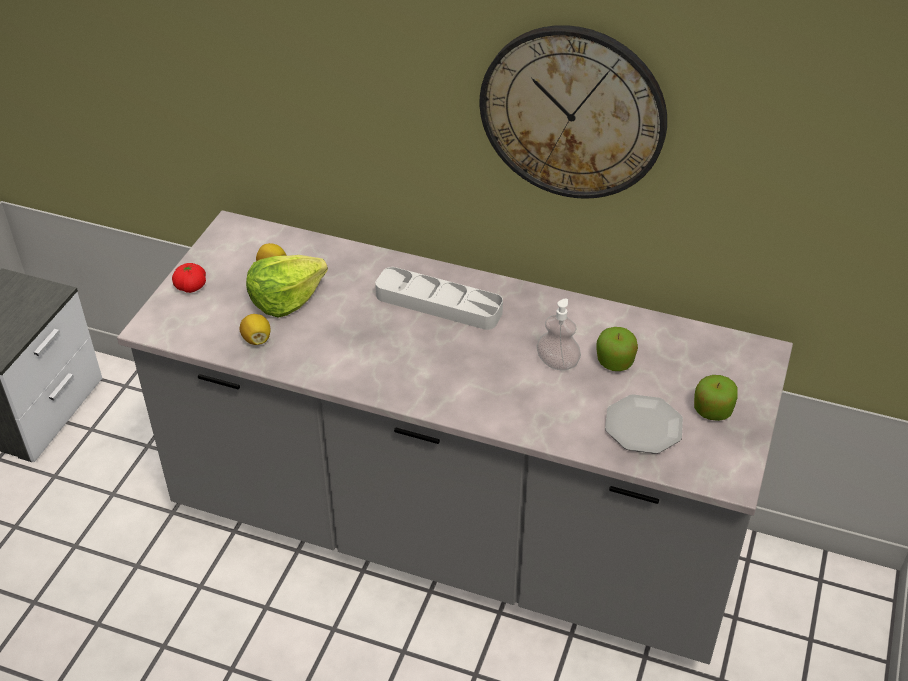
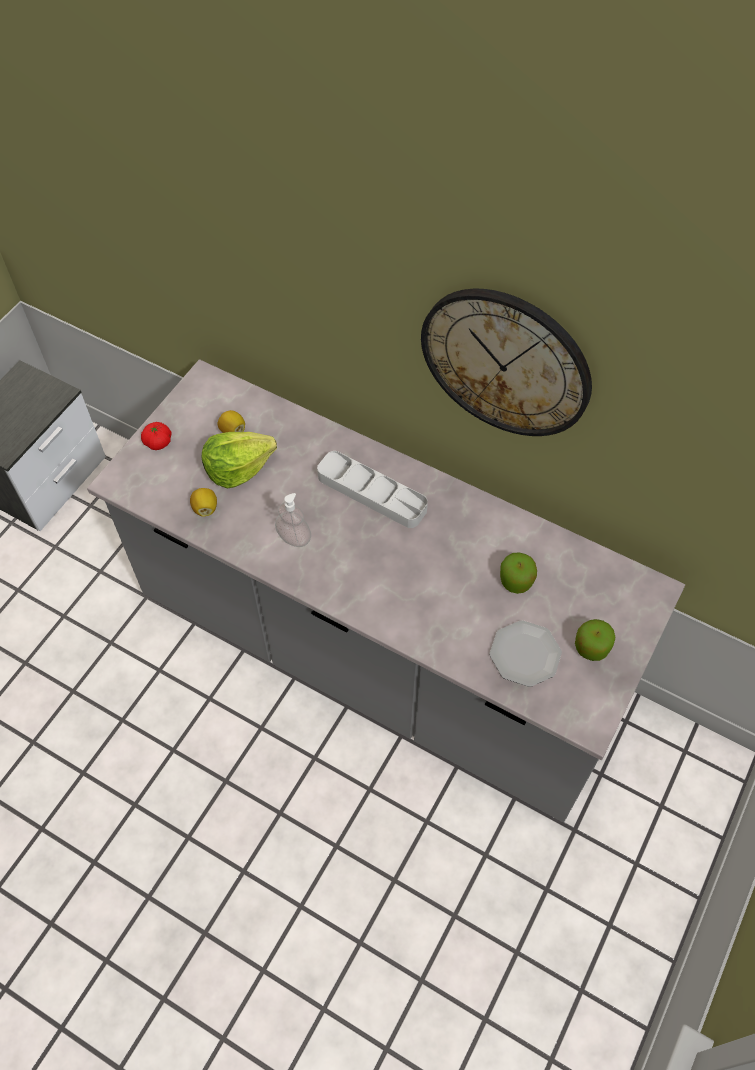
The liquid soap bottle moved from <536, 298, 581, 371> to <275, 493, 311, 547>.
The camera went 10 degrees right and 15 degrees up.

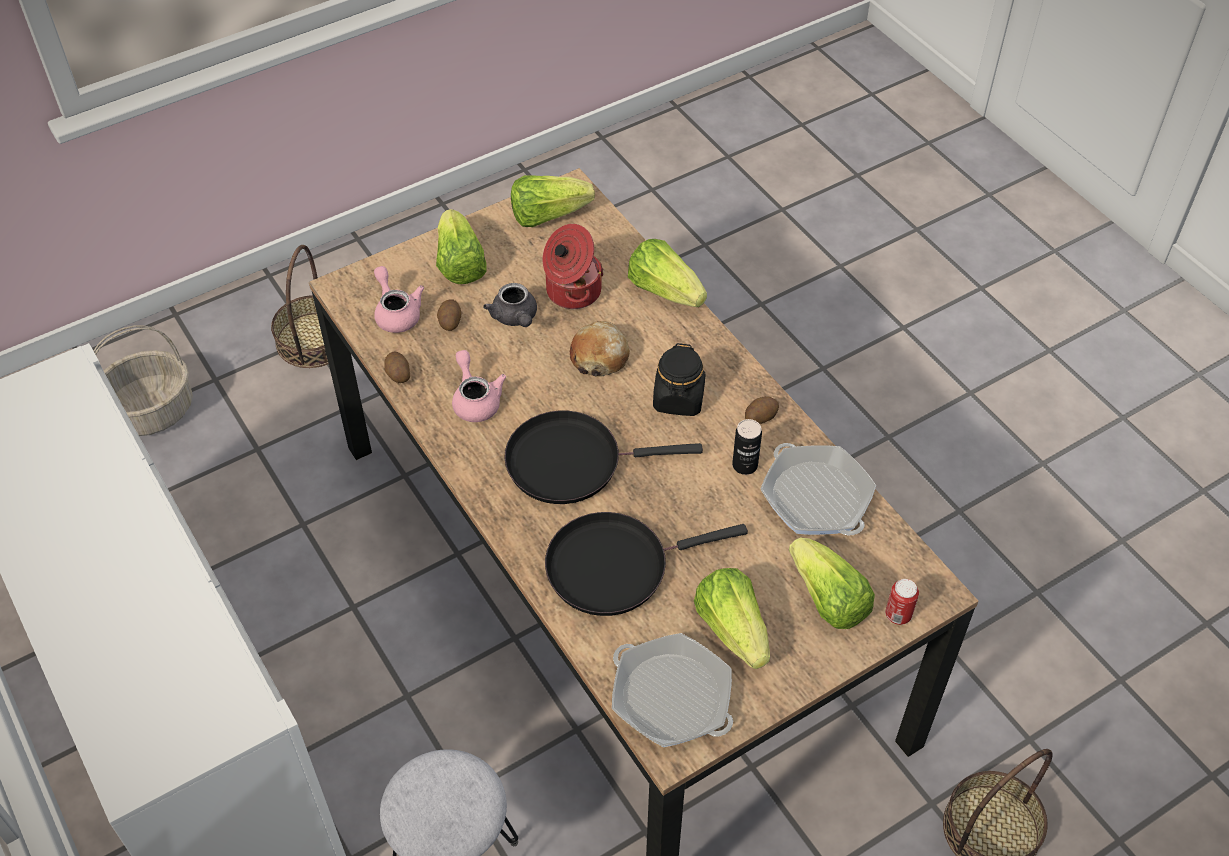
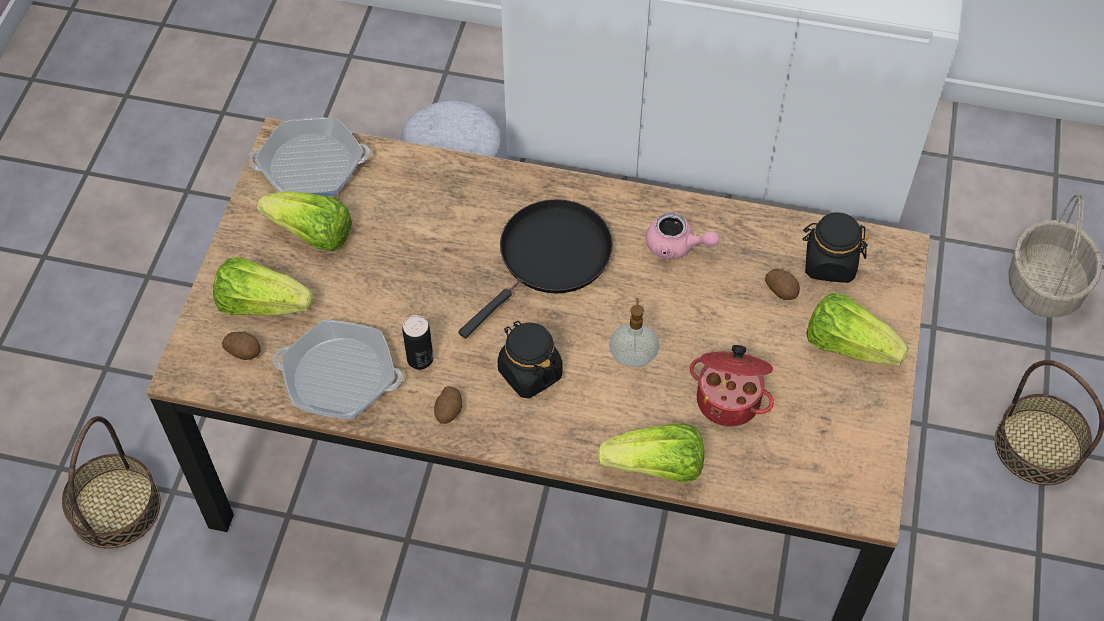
The potato moved from <384, 351, 410, 383> to <222, 332, 261, 360>.
The bread at <570, 321, 630, 376> was replaced by the liquid soap bottle at <609, 298, 659, 367>.
The teapot (pinkish) at <374, 266, 424, 333> was replaced by the storage jar (black-coloured) at <803, 212, 869, 283>.
The teapot (grey) at <483, 283, 537, 327> disappeared.
The lettuce head at <511, 175, 595, 227> disappeared.
The pan (black-coloured) at <545, 512, 748, 616> disappeared.
The can at <885, 579, 919, 625> disappeared.
The camera went 135 degrees right and 5 degrees up.

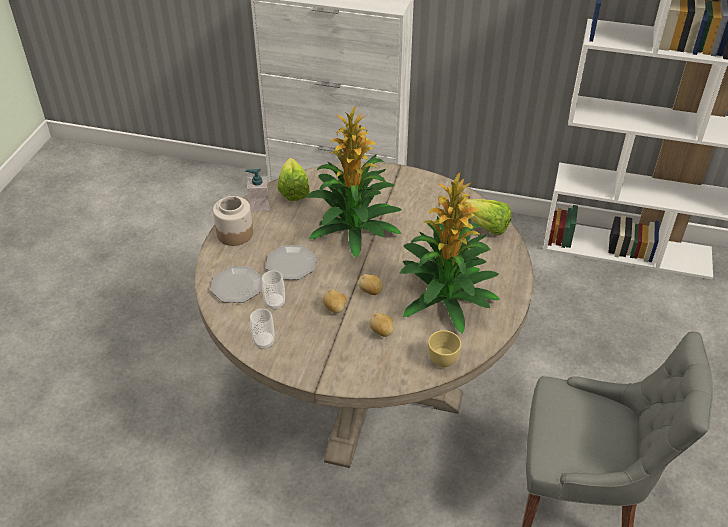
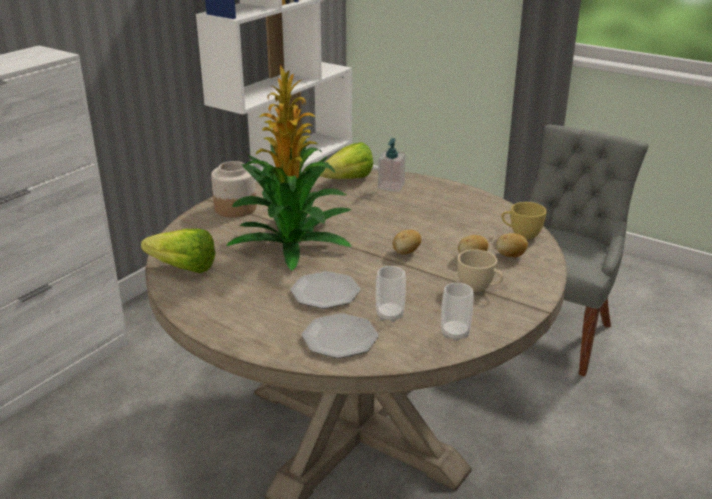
The storage jar moved from <213, 196, 253, 246> to <211, 161, 256, 218>.
The liquid soap bottle moved from <245, 169, 270, 211> to <378, 138, 406, 192>.
The cup (beige) at <457, 249, 503, 293> appeared.
The potato moved from <323, 289, 347, 314> to <496, 233, 528, 257>.
The potted plant at <400, 171, 500, 333> disappeared.
The camera went 70 degrees left and 15 degrees down.

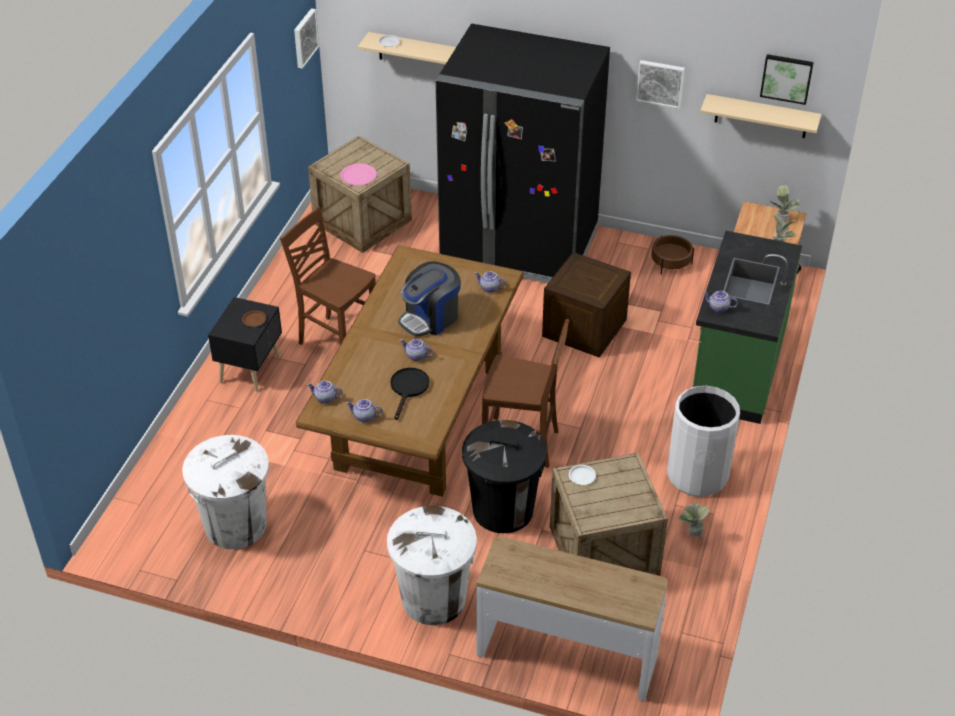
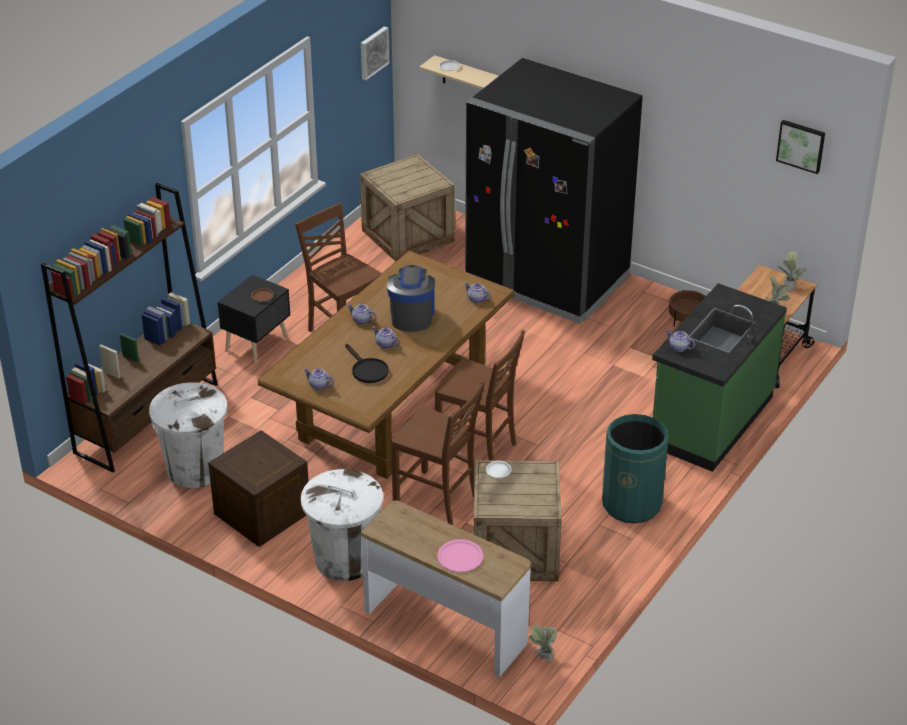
The shelving unit (brown) at <41, 183, 218, 472> appeared.
The shipping crate moved from <542, 252, 631, 358> to <208, 430, 309, 547>.
The pan (black-coloured) at <390, 368, 429, 420> turned 120 degrees clockwise.
The teapot moved from <307, 381, 343, 404> to <347, 304, 376, 325>.
The coffee machine at <398, 261, 461, 337> turned 120 degrees clockwise.
The trash can (black-coloured) at <462, 420, 547, 533> was replaced by the plain chair (brown) at <391, 381, 485, 525>.
The dinner plate (pinkish) moved from <340, 164, 377, 185> to <437, 539, 483, 572>.
The potted plant moved from <679, 504, 709, 539> to <529, 625, 557, 663>.
The trash can (whitish) at <667, 386, 740, 497> became the trash can (green-coloured) at <602, 414, 669, 523>.
The wall art at <636, 60, 685, 109> disappeared.
The bracket shelf (beige) at <700, 94, 821, 138> disappeared.
The camera went 15 degrees right and 5 degrees down.

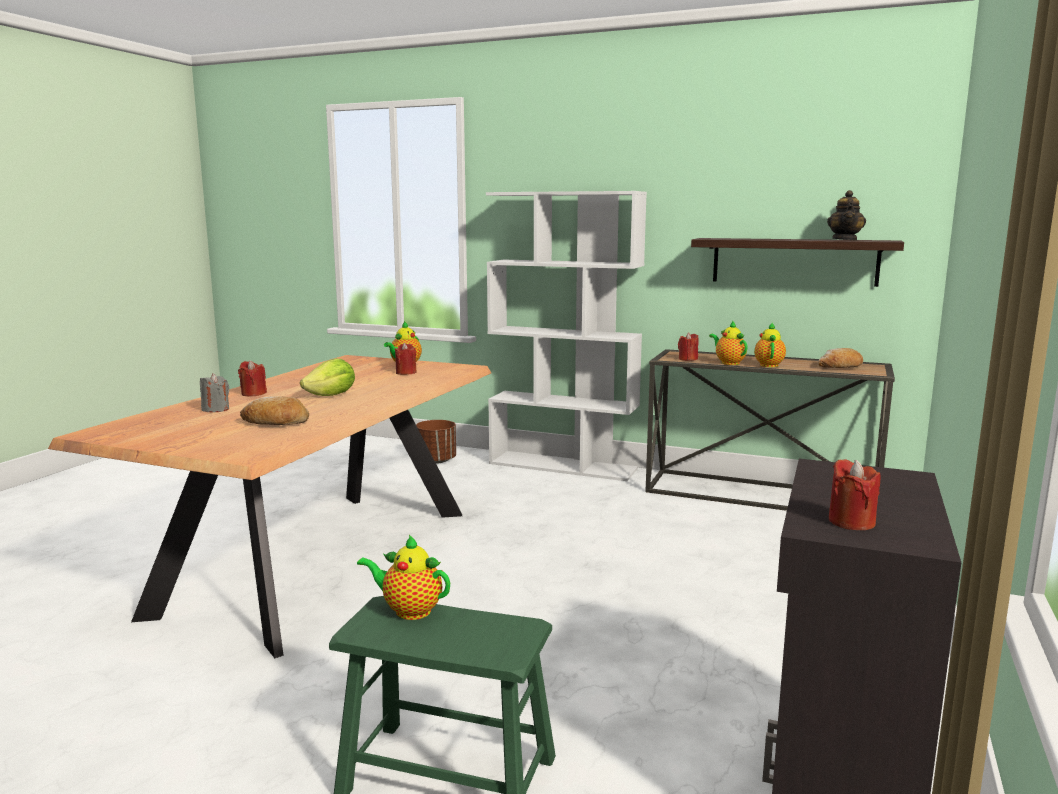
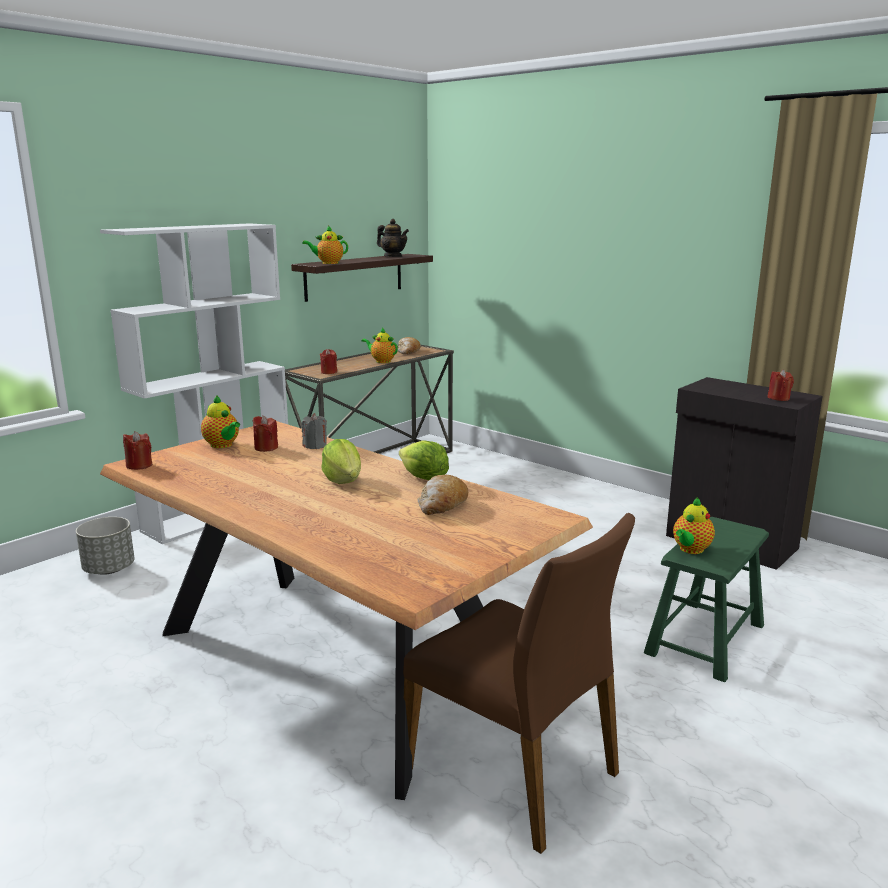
The flower pot (brown) at <416, 420, 456, 464> became the flower pot (grey) at <76, 517, 135, 575>.
The wax candle (reddish) moved from <238, 360, 267, 396> to <123, 431, 152, 470>.
The teapot moved from <709, 320, 748, 365> to <302, 226, 348, 264>.
The wax candle (grey) moved from <200, 373, 229, 412> to <302, 413, 327, 449>.
The lettuce head at <399, 440, 449, 480> appeared.
The plain chair (brown) at <403, 513, 635, 854> appeared.
The camera went 70 degrees left and 5 degrees up.

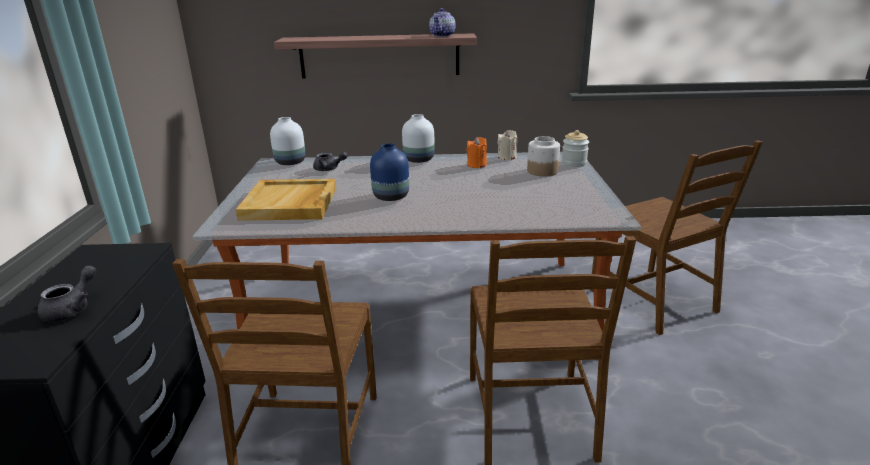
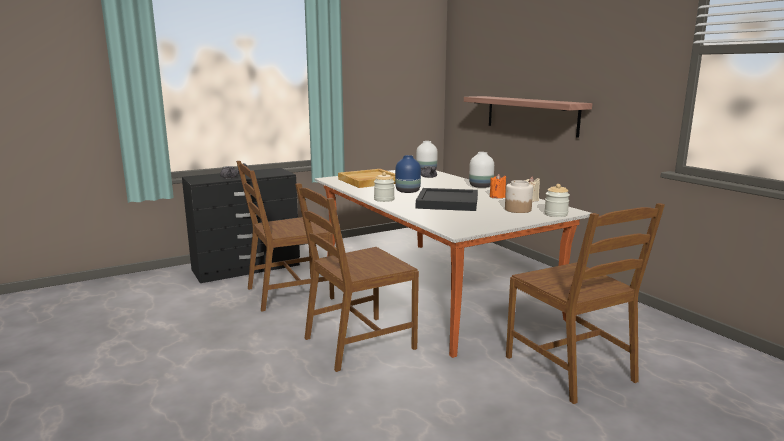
The storage jar at <374, 172, 395, 202> appeared.
The tray (black-coloured) at <416, 188, 478, 211> appeared.
The plain chair (brown) at <590, 140, 763, 335> turned 60 degrees counterclockwise.
The teapot at <429, 8, 456, 37> disappeared.
The camera went 60 degrees right and 10 degrees down.

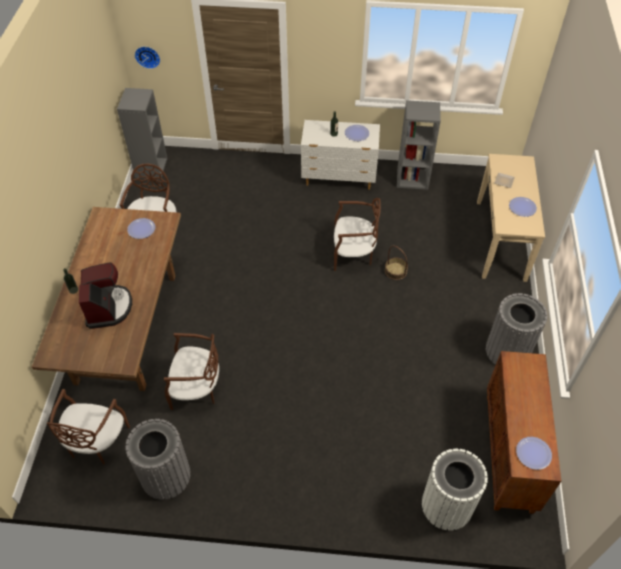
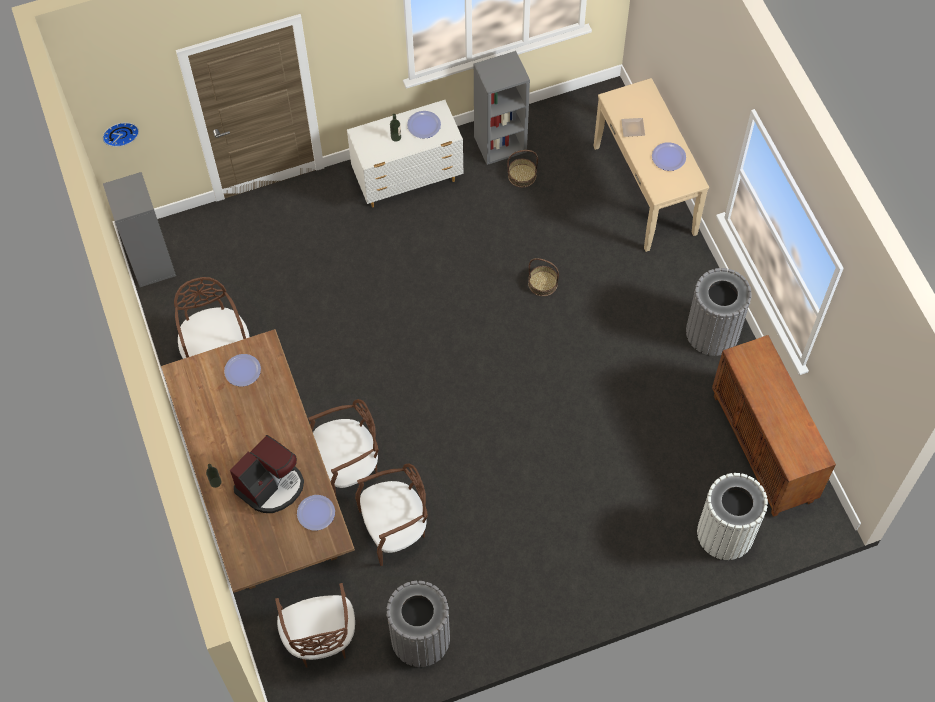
The coffee machine at <79, 262, 132, 329> turned 75 degrees clockwise.
The dinner plate moved from <516, 437, 552, 470> to <297, 495, 335, 531>.
The plain chair (brown) moved from <334, 198, 381, 271> to <308, 399, 379, 499>.
The basket at <507, 150, 538, 187> appeared.
The camera went 25 degrees left and 10 degrees up.

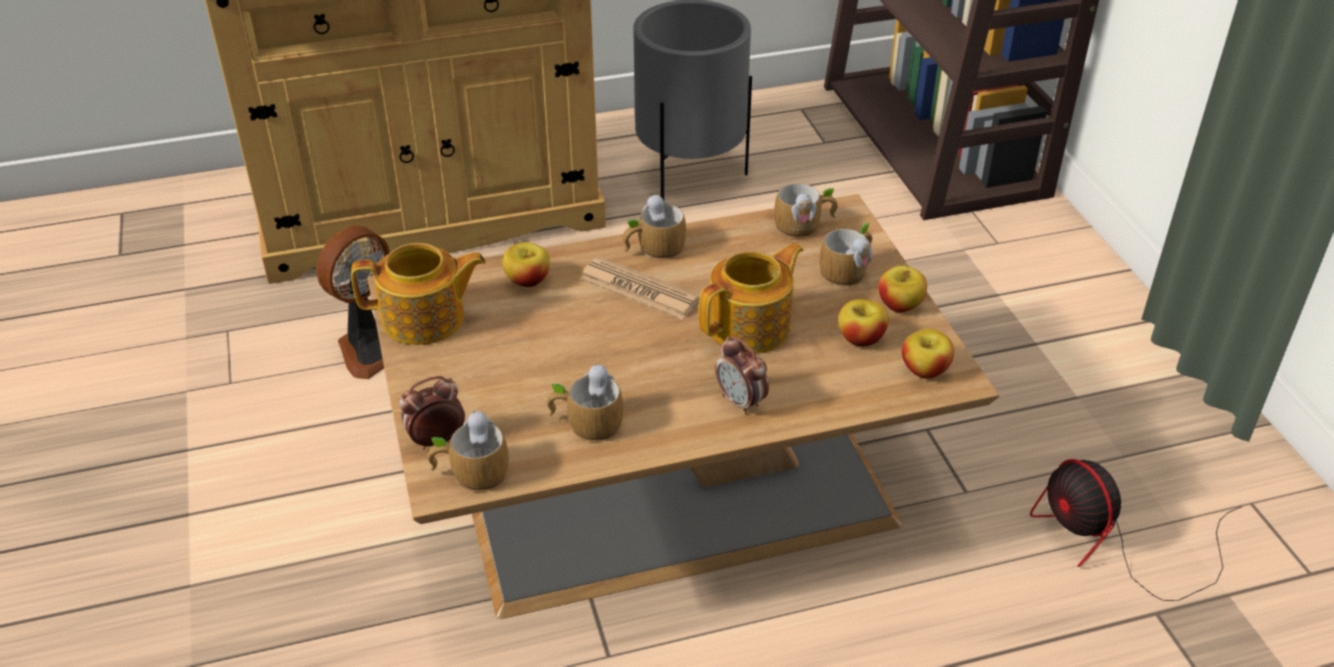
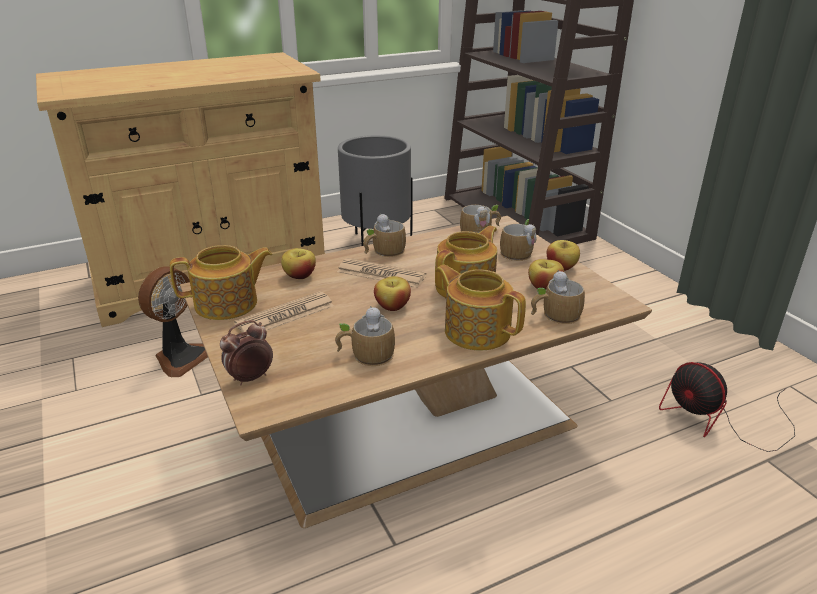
The newspaper at <234, 291, 334, 332> appeared.
The apple fruit moved from <902, 329, 954, 379> to <374, 276, 411, 311>.
The bedside clock at <715, 336, 769, 415> was replaced by the teapot at <435, 264, 526, 351>.
The coffee mug moved from <427, 410, 509, 492> to <531, 270, 585, 324>.
The camera went 10 degrees left and 10 degrees down.

